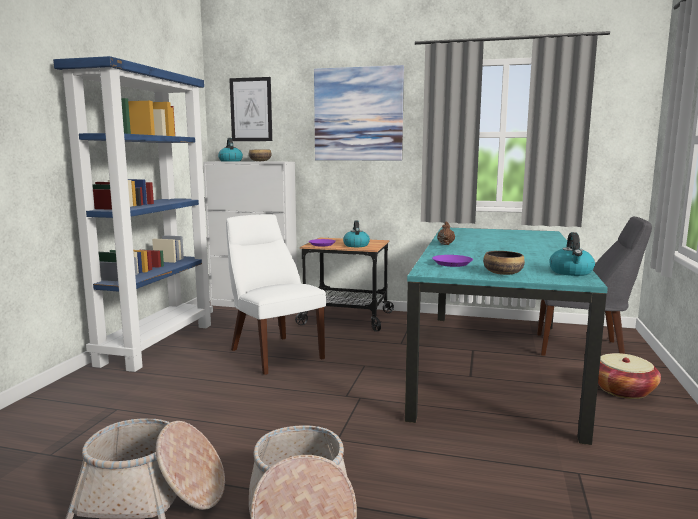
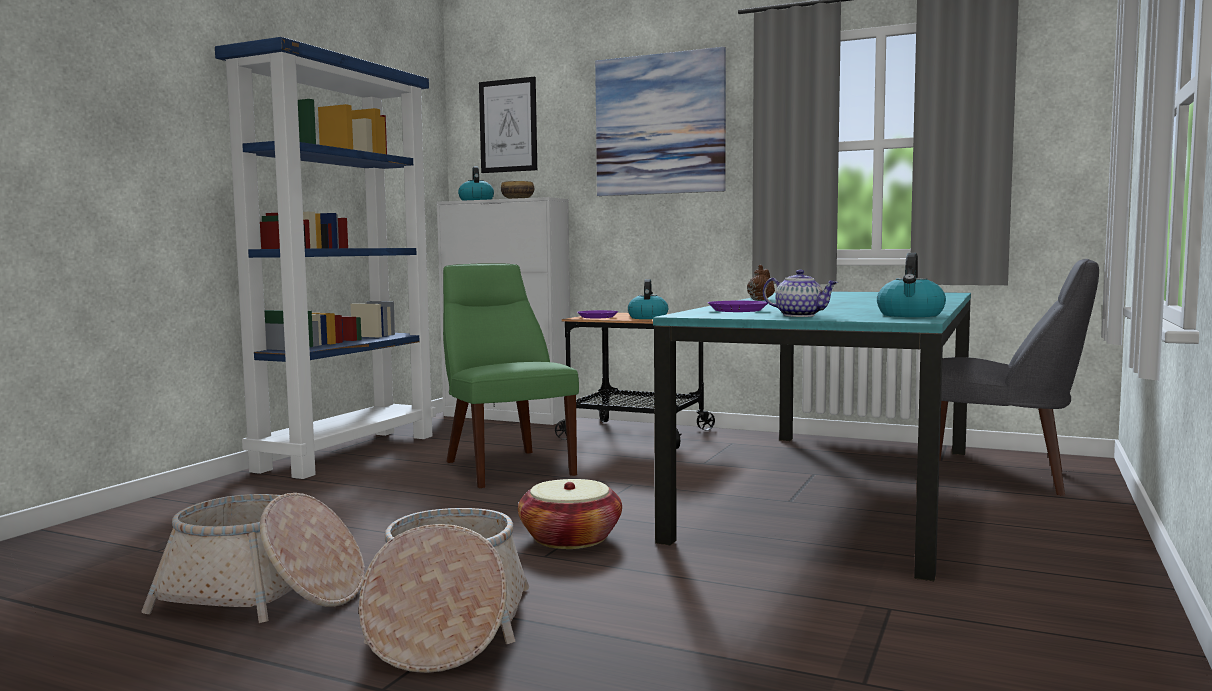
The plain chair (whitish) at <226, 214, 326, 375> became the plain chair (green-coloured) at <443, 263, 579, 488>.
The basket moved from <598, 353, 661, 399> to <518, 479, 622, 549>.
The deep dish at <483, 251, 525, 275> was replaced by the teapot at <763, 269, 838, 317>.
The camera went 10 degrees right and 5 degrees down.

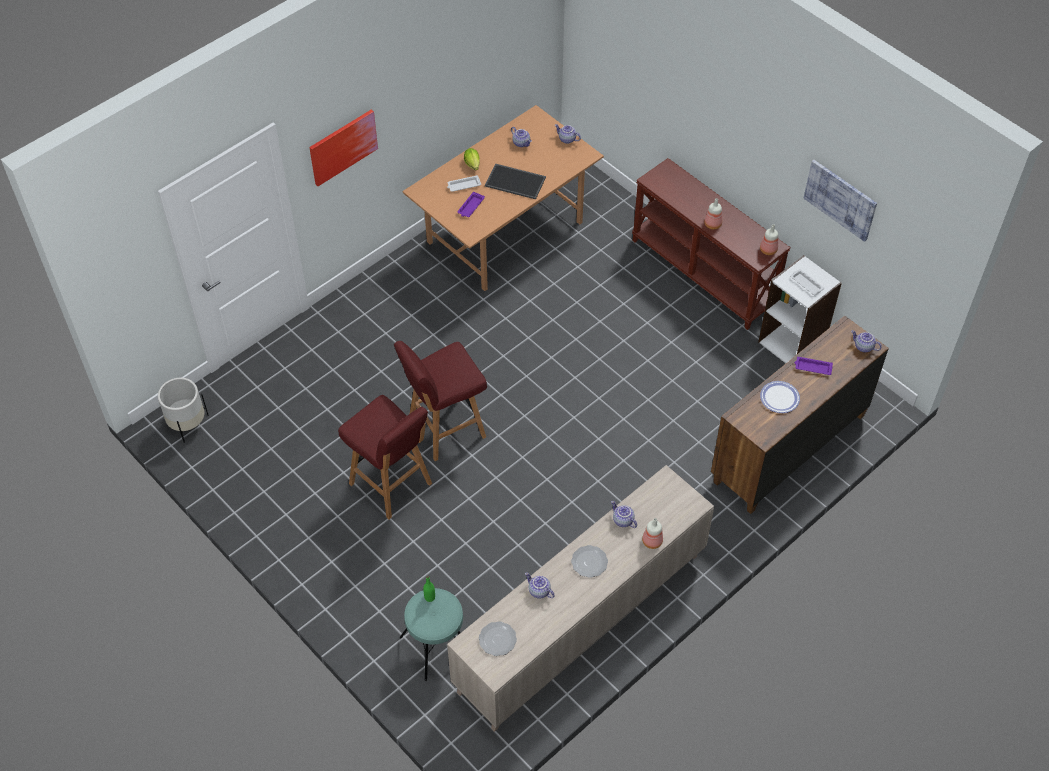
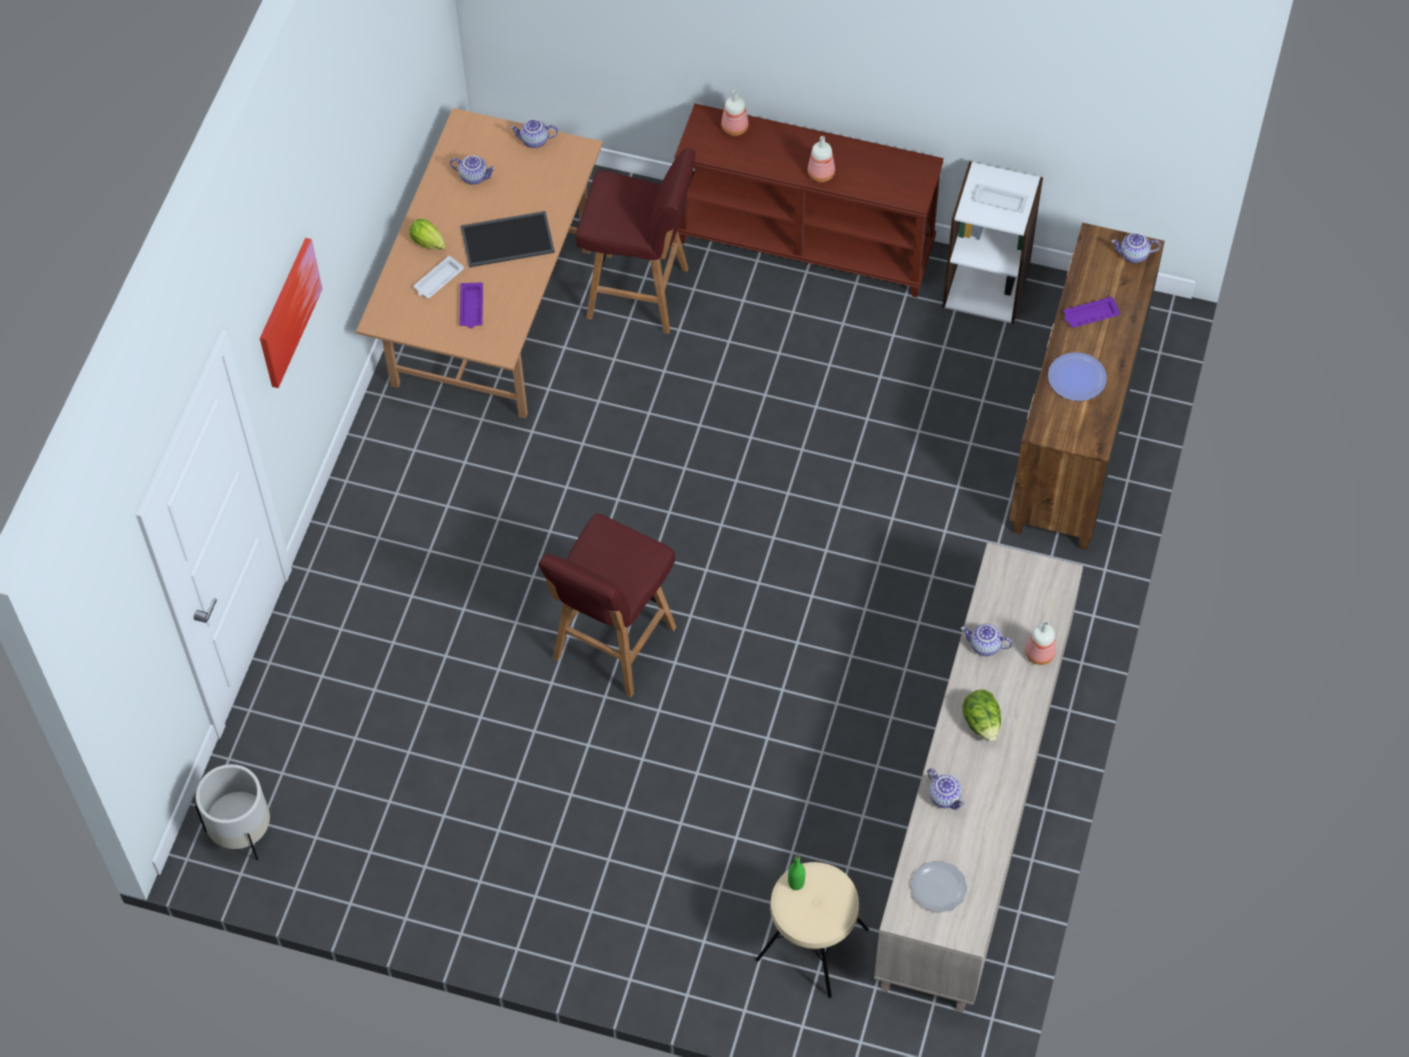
The stool (reddish) moved from <338, 395, 432, 519> to <576, 148, 696, 334>.
The beverage bottle moved from <760, 224, 778, 255> to <721, 90, 749, 136>.
The stool (turquoise-coloured) at <400, 588, 463, 681> became the stool (beige) at <756, 862, 869, 998>.
The teapot at <525, 572, 555, 599> turned 135 degrees counterclockwise.
The dinner plate at <571, 545, 608, 578> was replaced by the lettuce head at <962, 689, 1001, 742>.
The wall art at <804, 160, 877, 242> disappeared.
The camera went 30 degrees left and 5 degrees up.

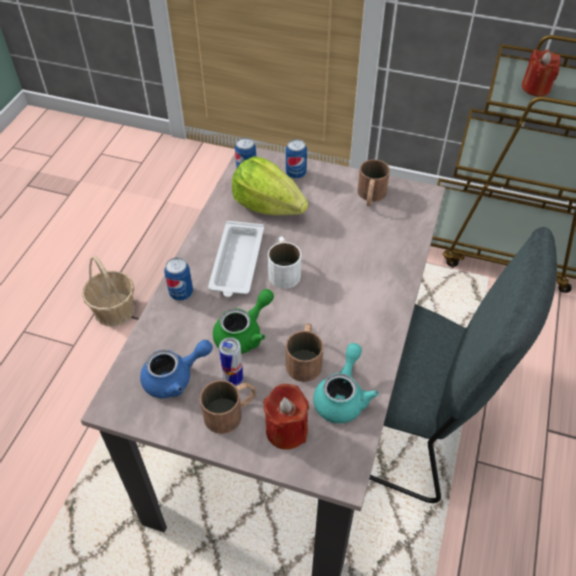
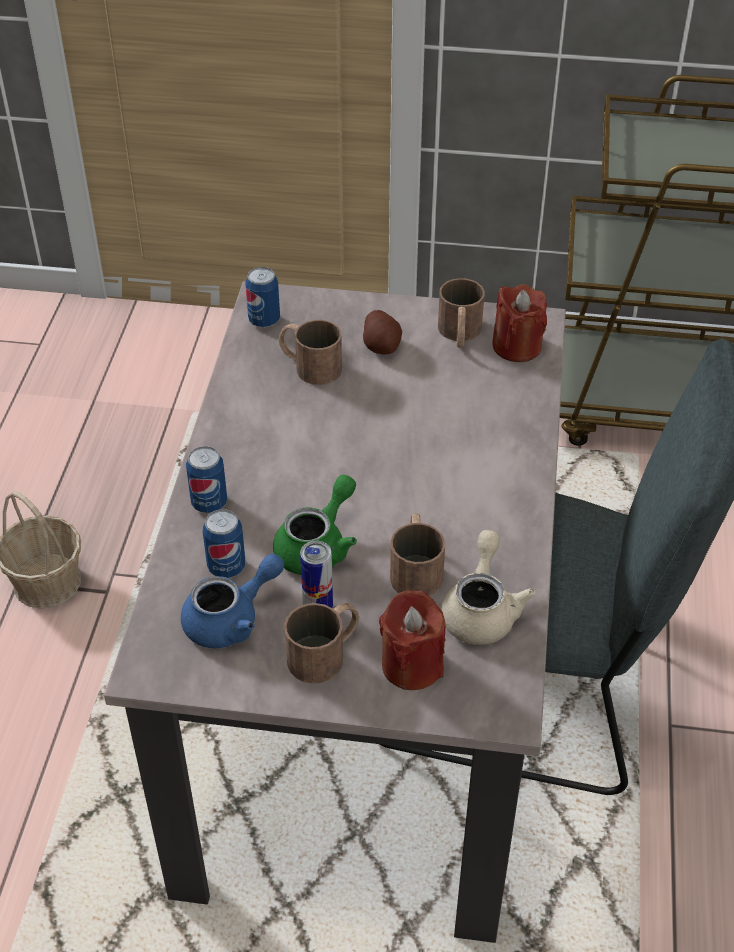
The can moved from <286, 139, 307, 179> to <203, 509, 245, 578>.
The lettuce head at <232, 156, 308, 216> was replaced by the coffee mug (brown) at <279, 320, 342, 385>.
The potato at <363, 310, 402, 354> appeared.
The teapot (turquoise-coloured) at <313, 343, 379, 423> became the teapot (beige) at <441, 530, 536, 645>.
The wax candle (reddish) moved from <522, 50, 561, 97> to <492, 284, 547, 362>.
The tray (whitish) at <208, 221, 264, 297> disappeared.
The coffee mug (whitish) at <268, 237, 301, 289> disappeared.
The camera went 10 degrees left and 5 degrees down.

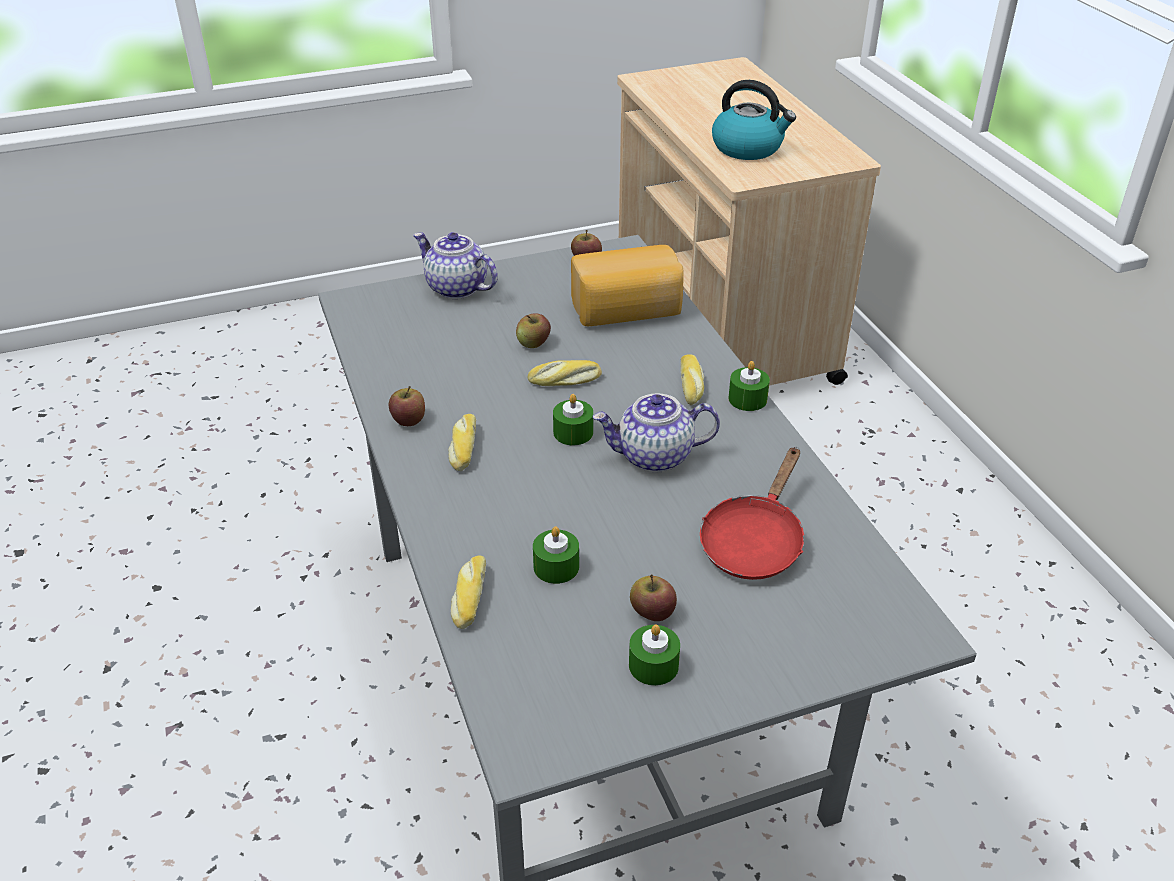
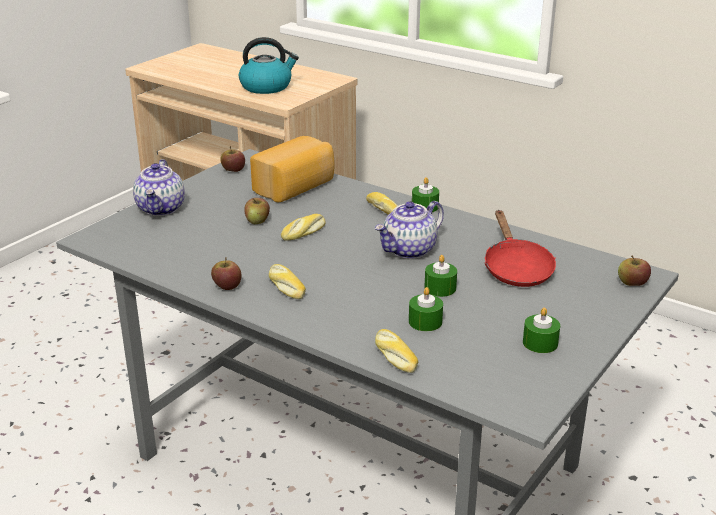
The teapot at <413, 232, 498, 299> turned 90 degrees counterclockwise.
The wax candle (green-coloured) moved from <553, 394, 593, 445> to <424, 255, 457, 297>.
The apple fruit moved from <630, 575, 677, 621> to <618, 255, 651, 286>.
The camera went 35 degrees left and 10 degrees down.

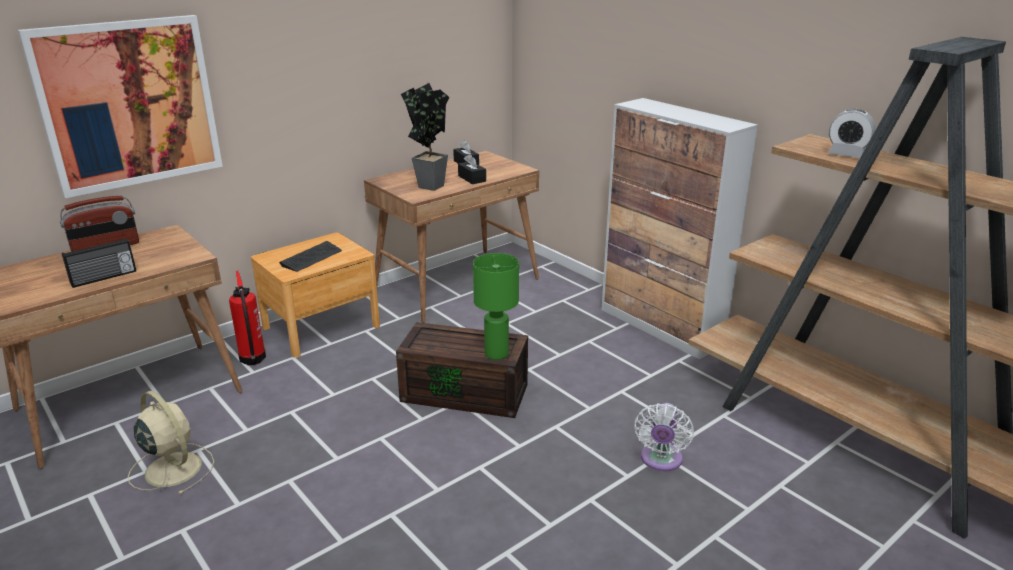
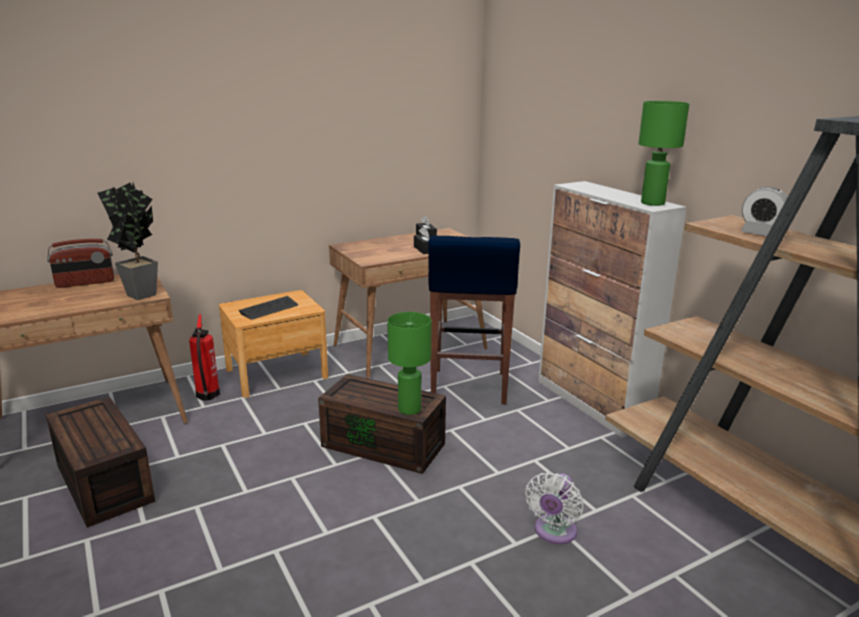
The cooling fan (beige) at <128, 391, 214, 495> was replaced by the storage box (brown) at <46, 397, 155, 528>.
The potted plant moved from <401, 83, 450, 191> to <97, 183, 158, 300>.
The stool (bluish) at <428, 236, 520, 405> appeared.
The lamp for a table (green-coloured) at <638, 101, 689, 206> appeared.
The wall art at <18, 15, 223, 198> disappeared.
The radio set at <62, 238, 136, 288> disappeared.
The camera went 10 degrees right and 5 degrees down.

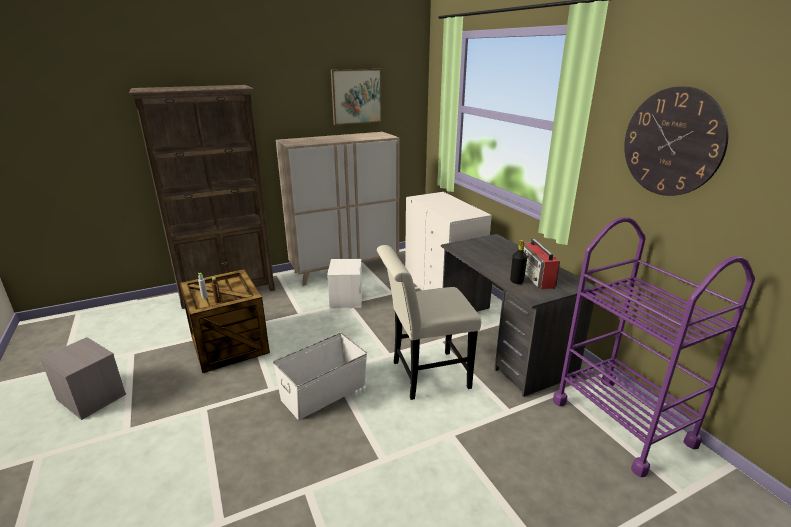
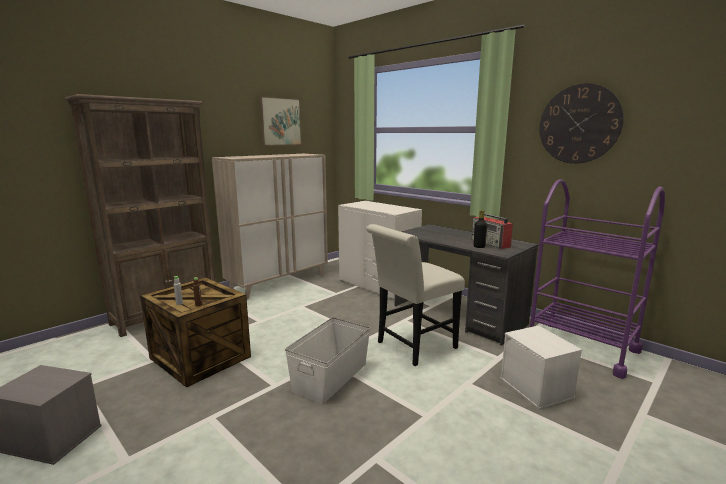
The storage box (whitish) moved from <327, 259, 362, 308> to <500, 325, 582, 410>.
The camera went 20 degrees left and 10 degrees down.

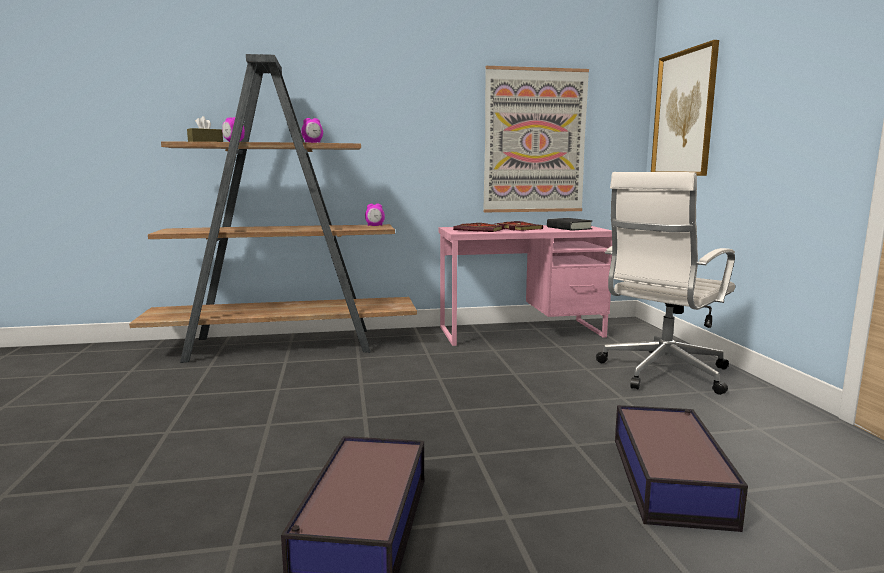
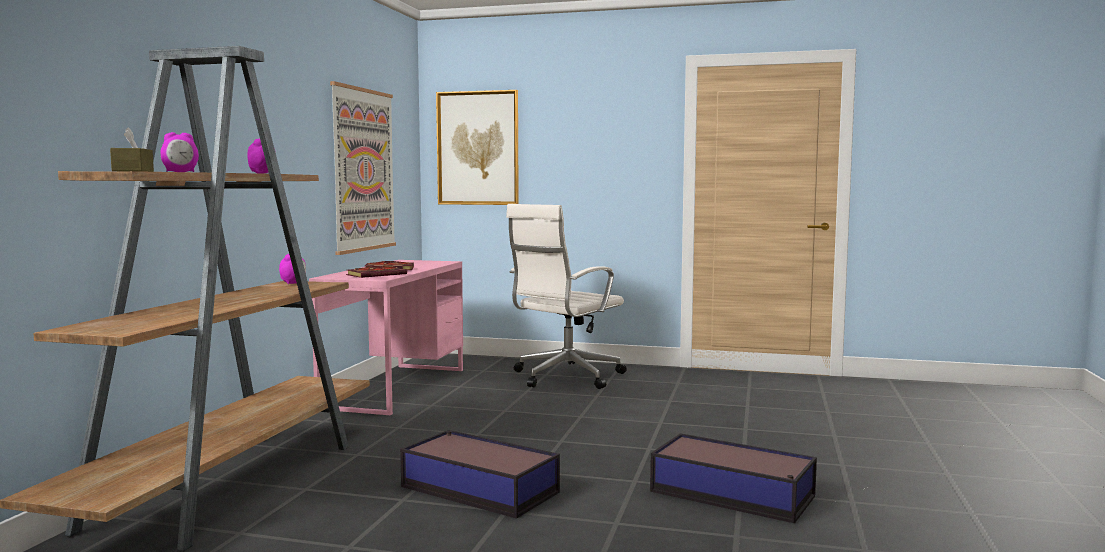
The storage box moved from <615, 405, 748, 532> to <400, 430, 560, 519>.
The office chair (whitish) at <596, 172, 735, 395> turned 60 degrees clockwise.
The bound book (black-coloured) at <547, 218, 592, 231> disappeared.
The camera went 65 degrees left and 5 degrees down.

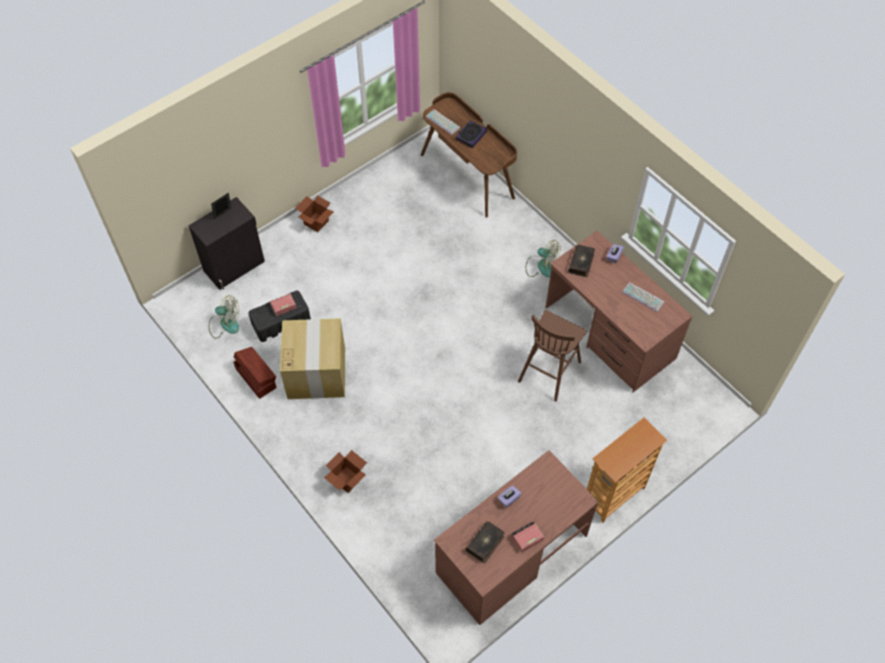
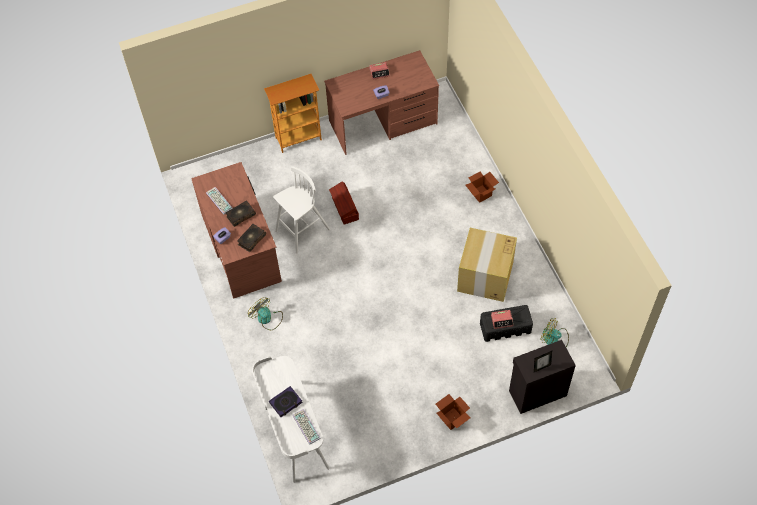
The bound book moved from <465, 521, 505, 563> to <226, 201, 256, 227>.
The desk unit (brown) at <420, 92, 517, 218> became the desk unit (whitish) at <252, 356, 329, 483>.
The stool (brown) at <518, 310, 587, 402> became the stool (whitish) at <273, 166, 330, 254>.
The storage box (brown) moved from <233, 347, 277, 399> to <329, 181, 359, 224>.
The camera went 160 degrees left and 0 degrees up.

